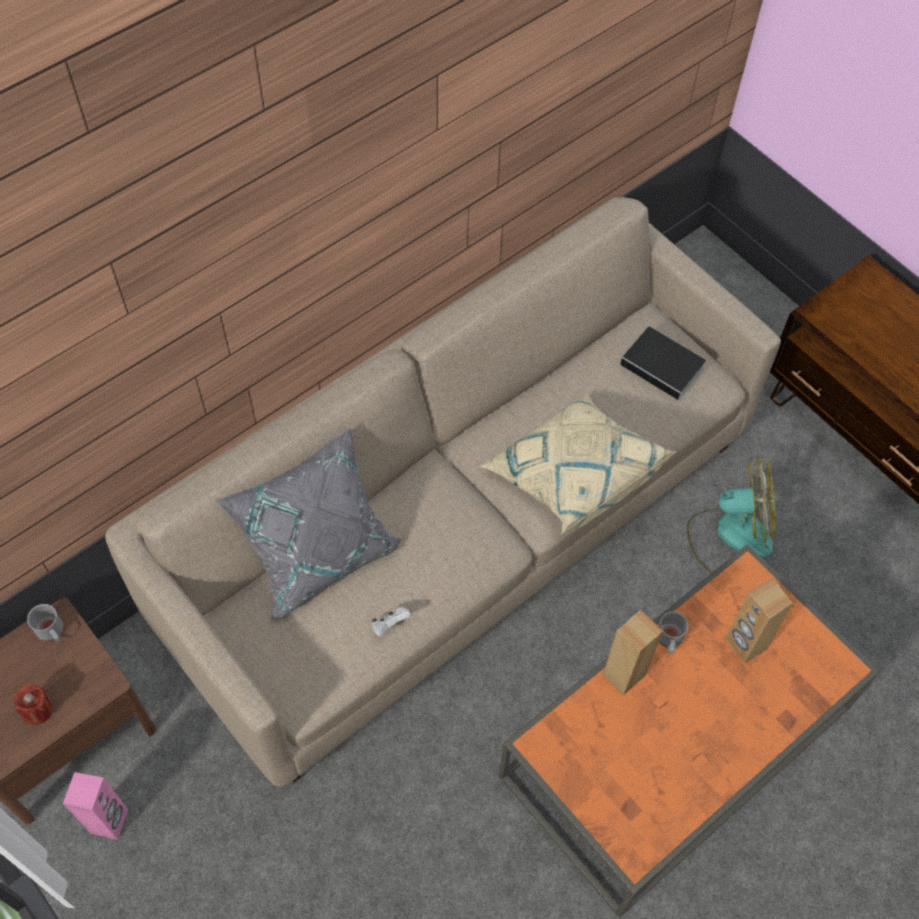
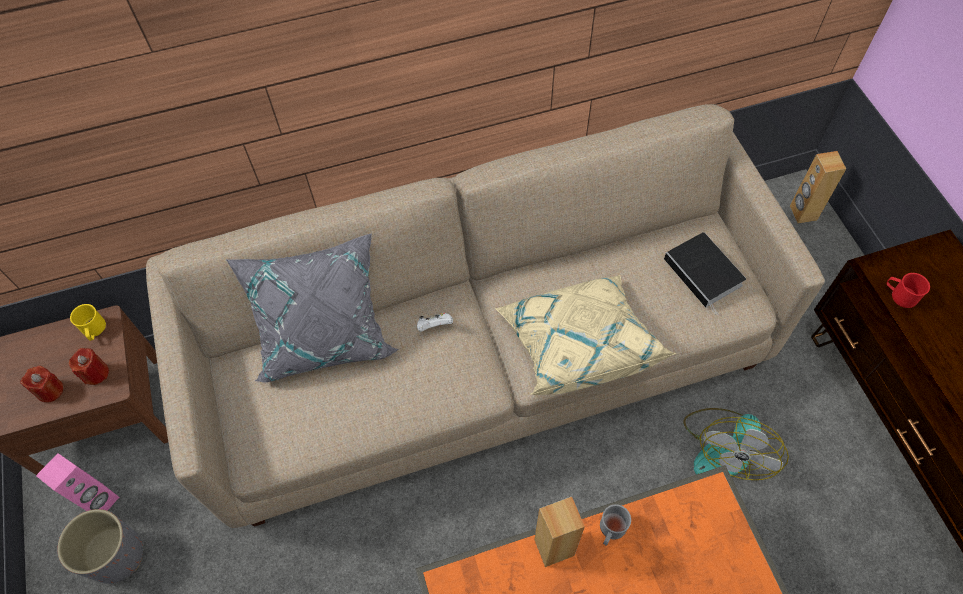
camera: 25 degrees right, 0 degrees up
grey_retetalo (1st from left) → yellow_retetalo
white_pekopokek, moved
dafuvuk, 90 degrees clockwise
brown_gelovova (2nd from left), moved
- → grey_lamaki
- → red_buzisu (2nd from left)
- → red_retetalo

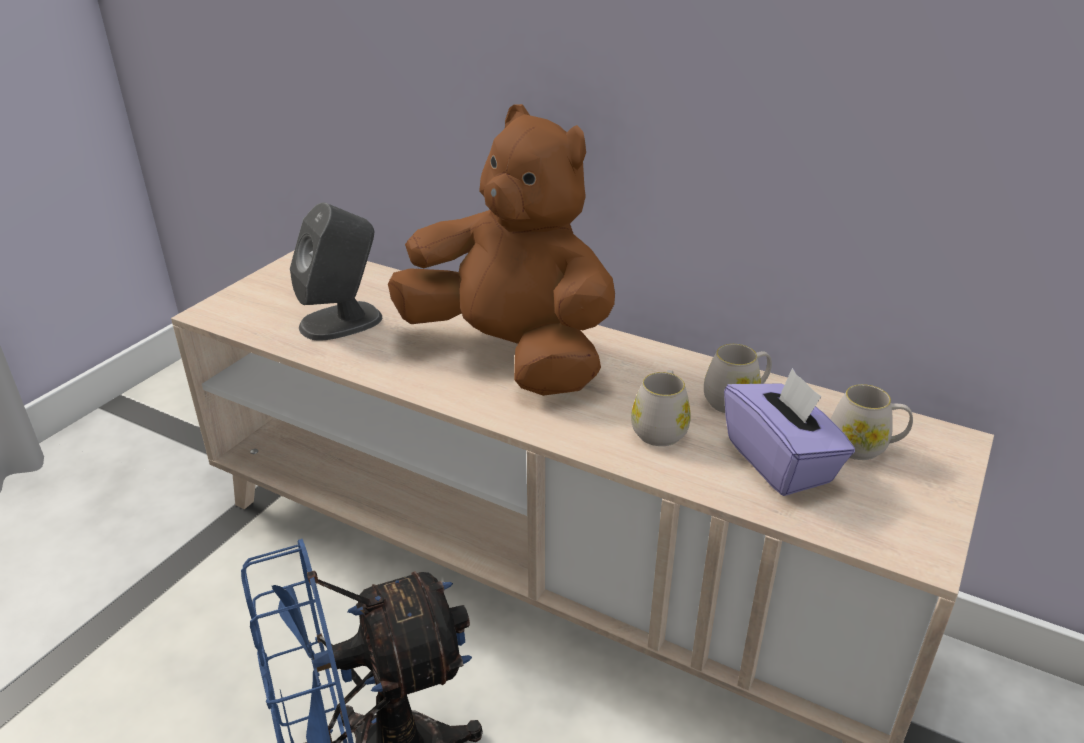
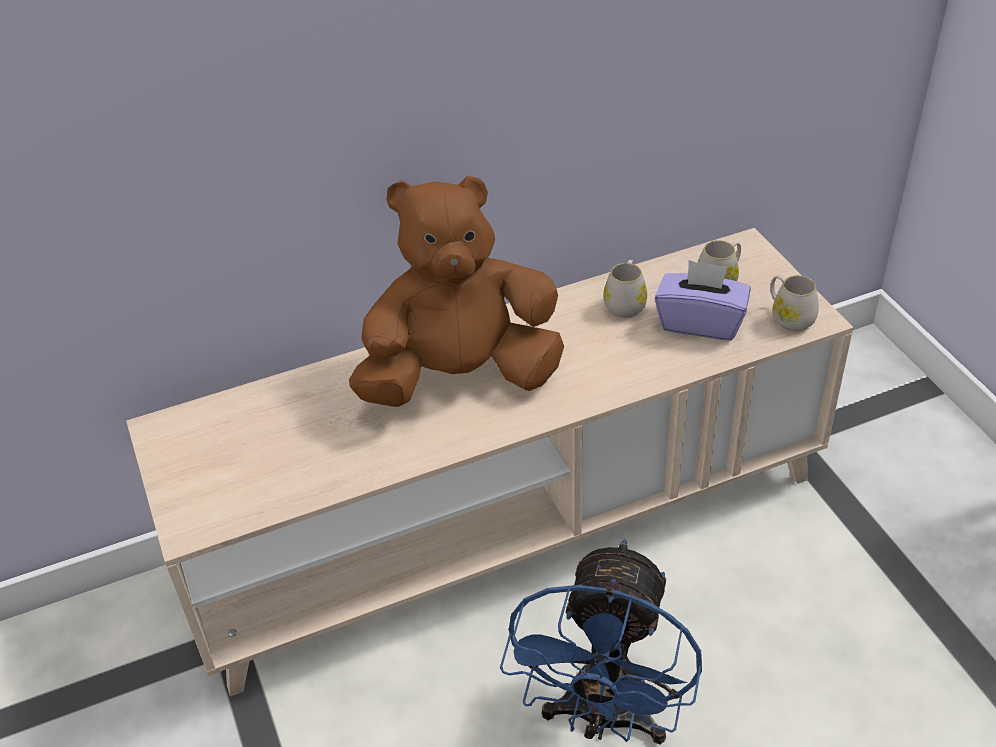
camera: 50 degrees left, 10 degrees up
grey_gelovova → -
white_retetalo (1st from left in the first image) → white_retetalo (3rd from left), moved

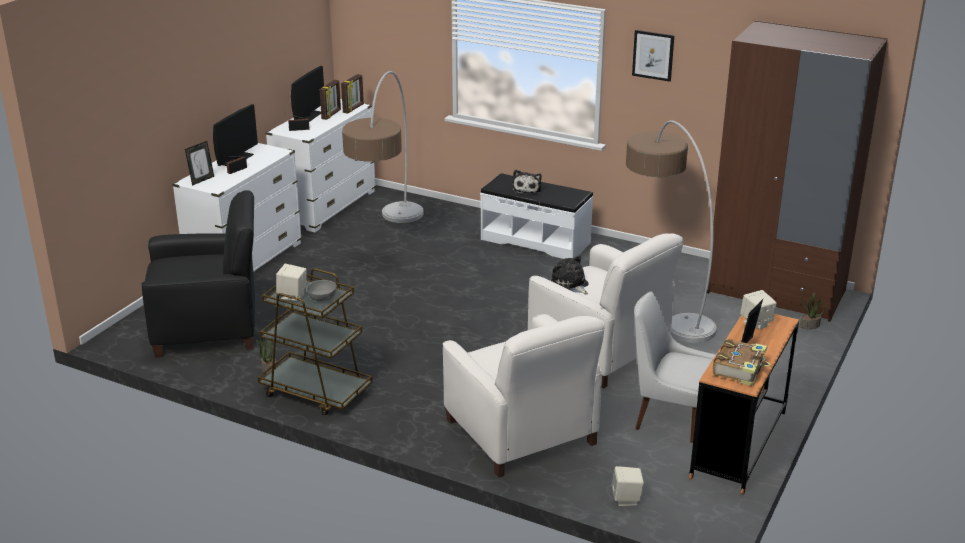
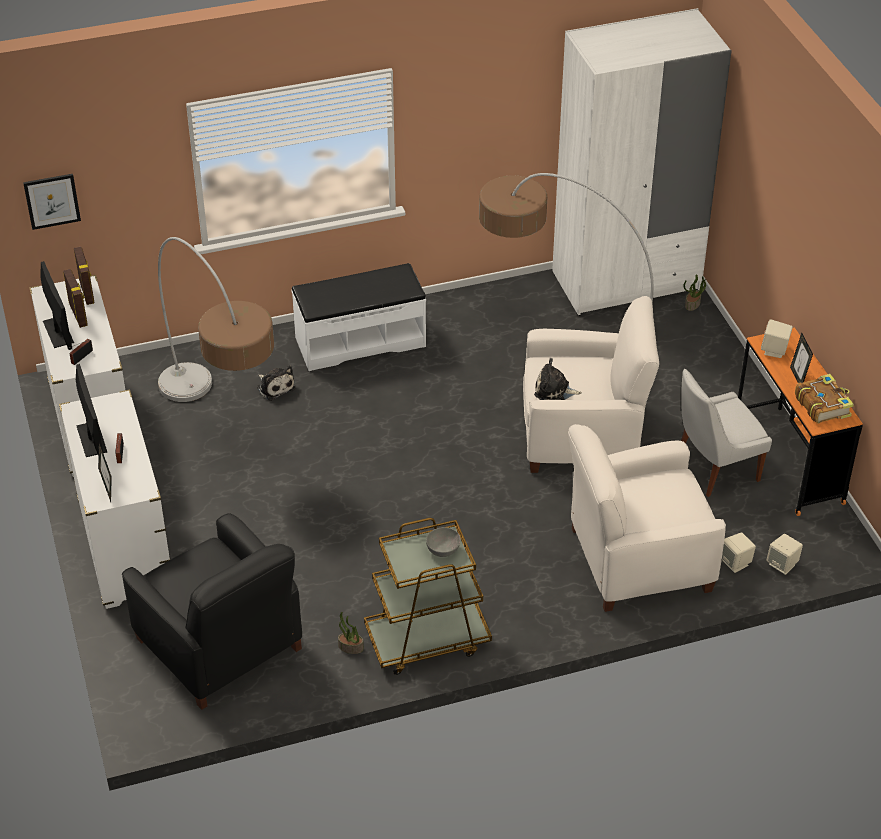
camera: 45 degrees left, 15 degrees up
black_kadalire, 105 degrees clockwise
beige_gelovova (1st from left), moved
white_kadalire (1st from left in the first image) → white_kadalire (2nd from left), 150 degrees clockwise
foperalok (1st from left), moved
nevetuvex, moved
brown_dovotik → white_dovotik

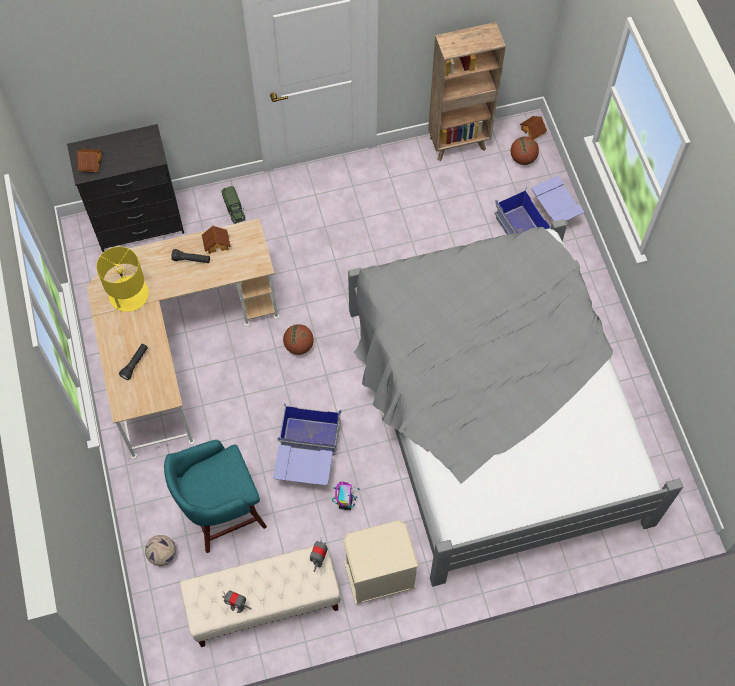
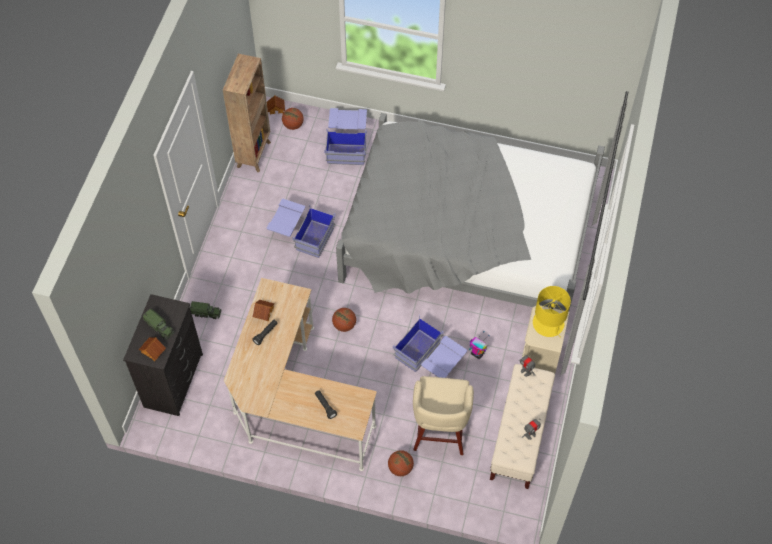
camera: 60 degrees left, 5 degrees down
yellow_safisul, moved
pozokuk → -
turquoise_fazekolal → beige_fazekolal
- → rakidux (1st from left)
- → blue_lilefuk (1st from left)
- → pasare (3rd from left)

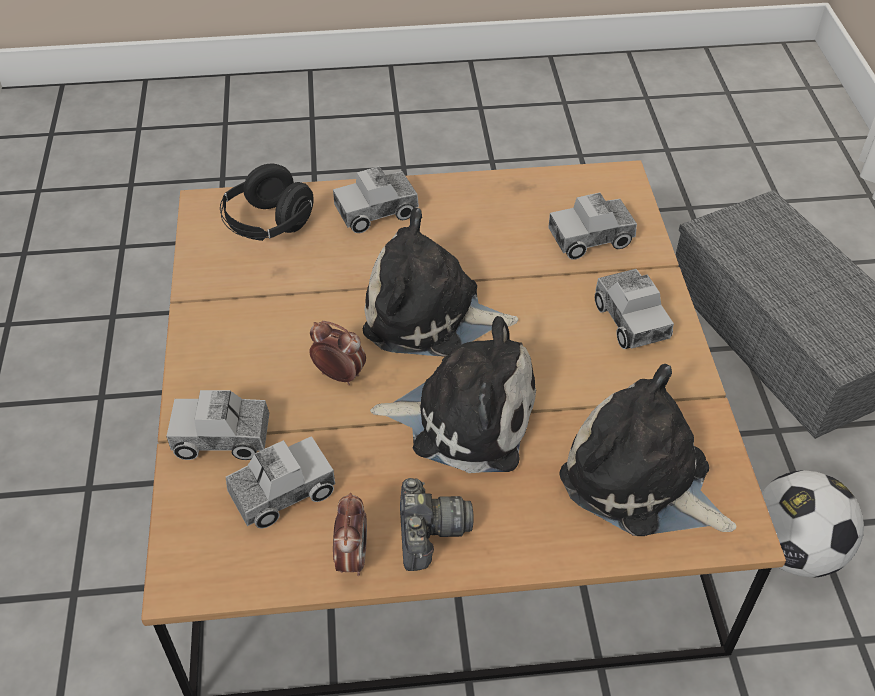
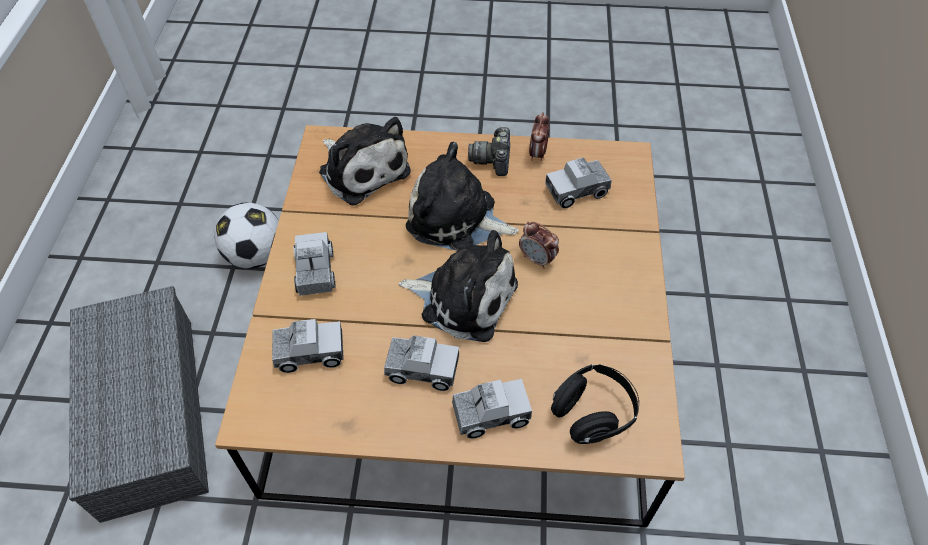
camera: 170 degrees left, 5 degrees up
rakidux (1st from left in the first image) → rakidux (3rd from left), moved

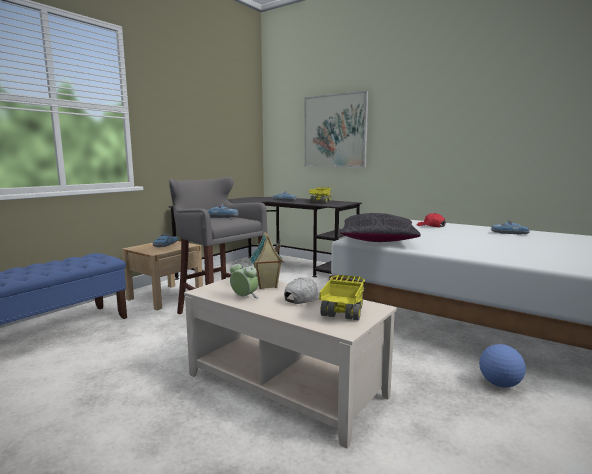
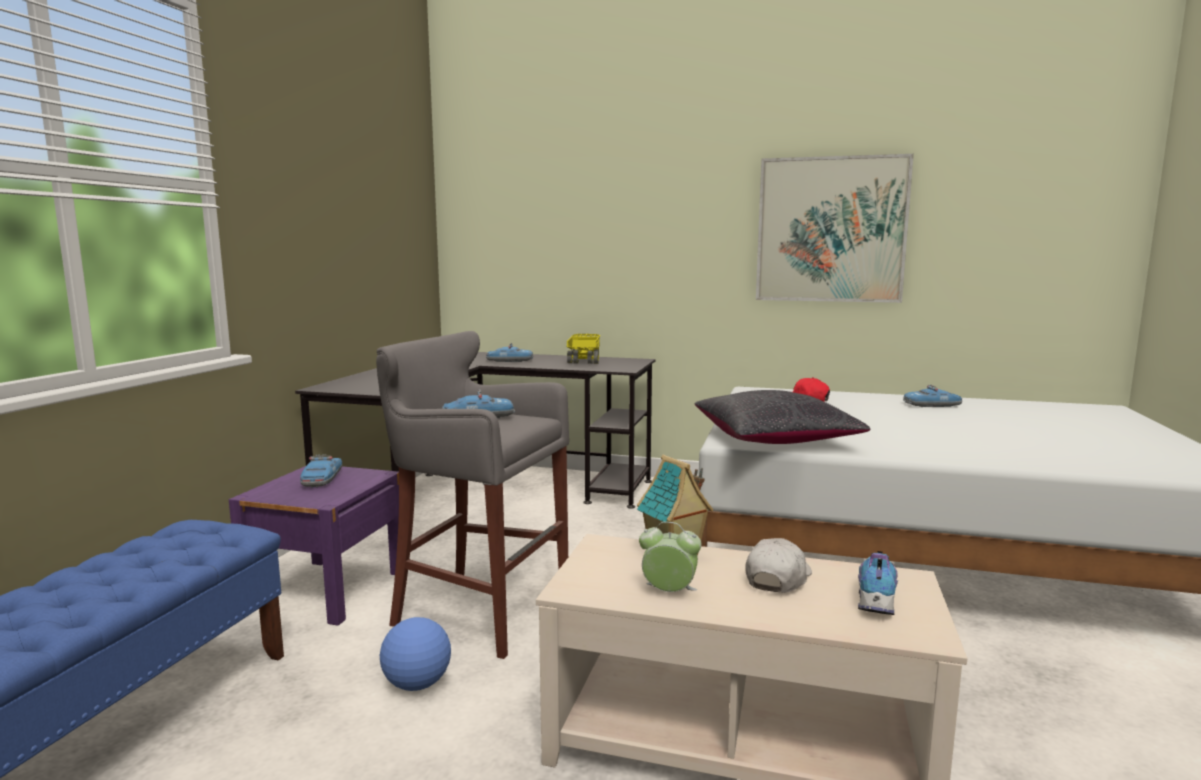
camera: 20 degrees left, 0 degrees up
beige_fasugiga → purple_fasugiga
nevetuvex, moved
rakidux (2nd from left) → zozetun
pozokuk, moved

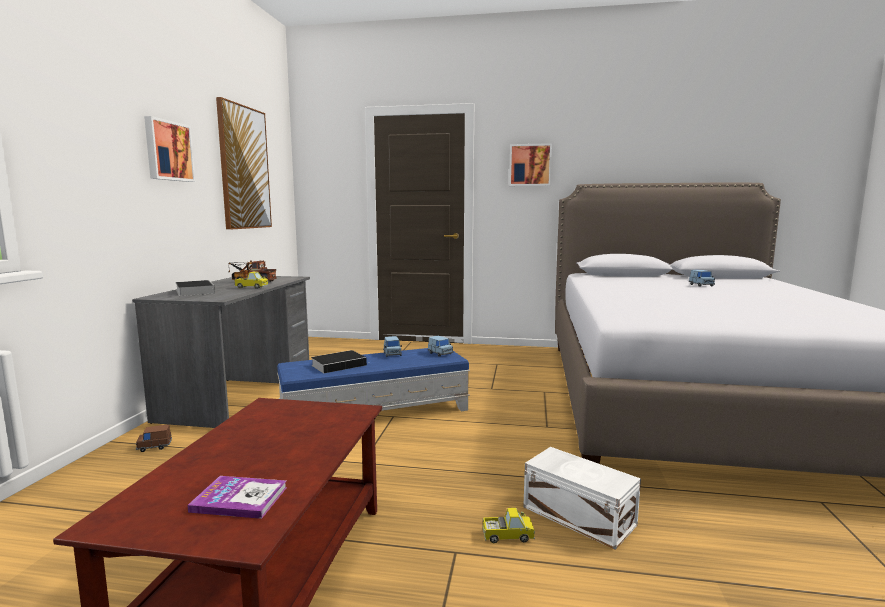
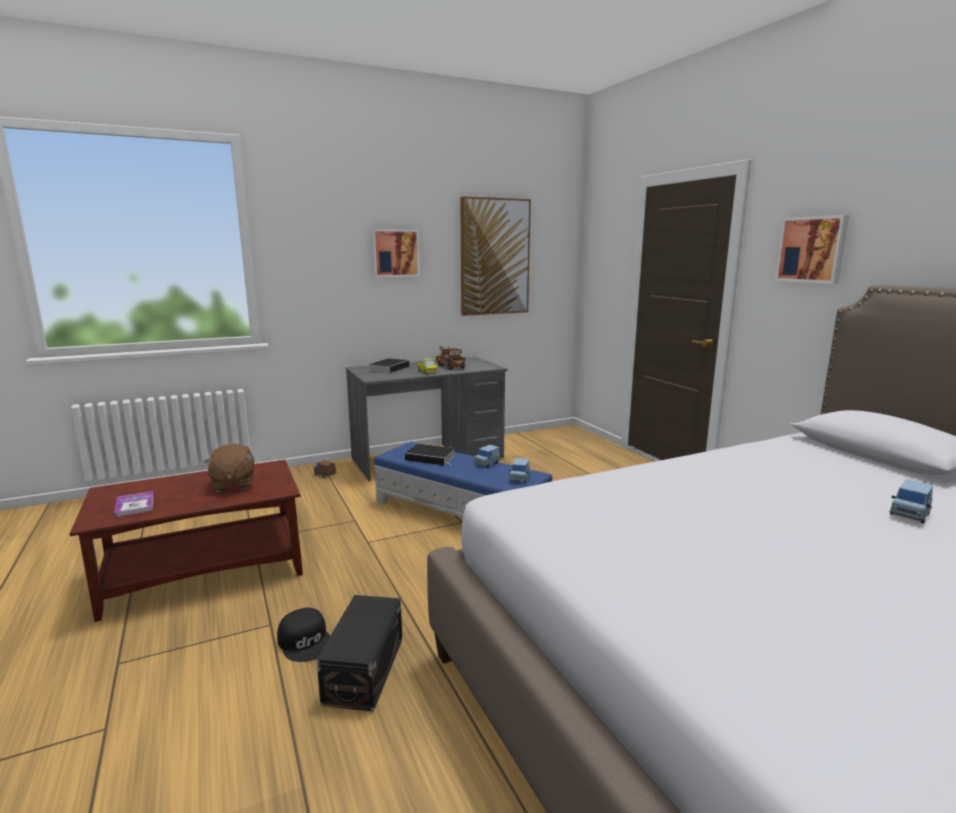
camera: 55 degrees right, 5 degrees up
rakidux (3rd from left) → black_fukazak
white_lilefuk → black_lilefuk
- → brown_foperalok

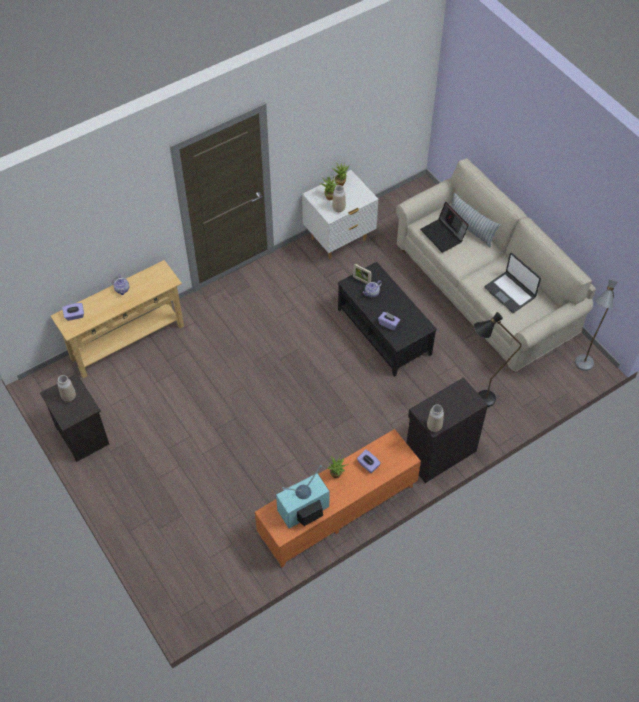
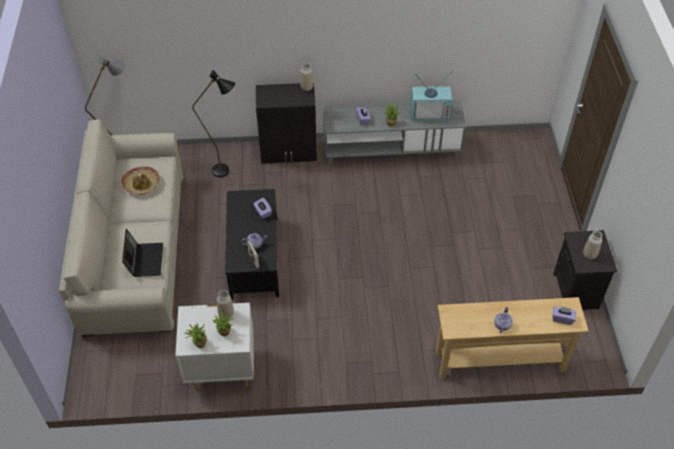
camera: 150 degrees left, 5 degrees down
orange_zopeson → grey_zopeson
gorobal → -
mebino (2nd from left) → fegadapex

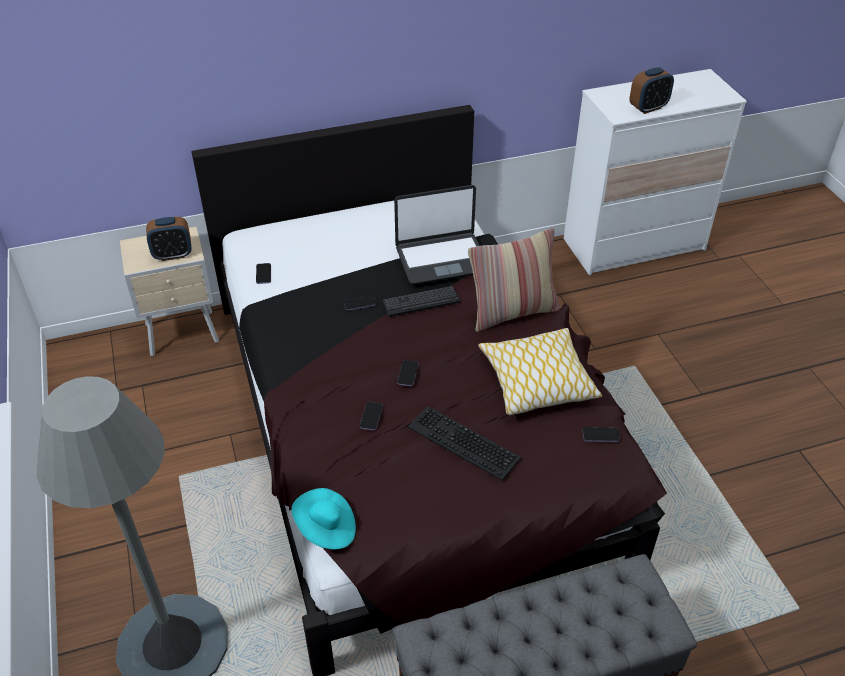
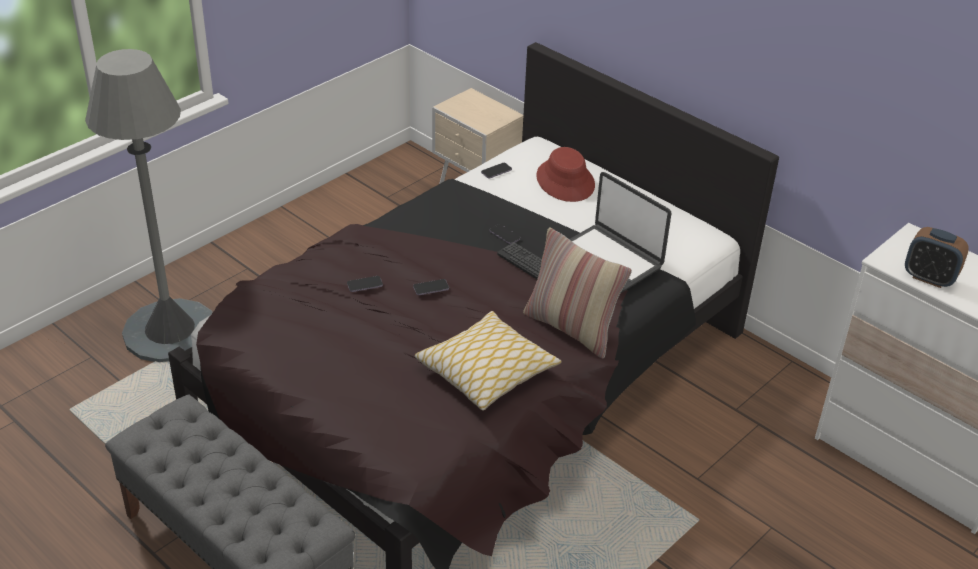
camera: 60 degrees right, 5 degrees down
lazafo (1st from left) → -
turquoise_fegadapex → -
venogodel (2nd from left) → -
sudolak (5th from left) → -
- → red_fegadapex

